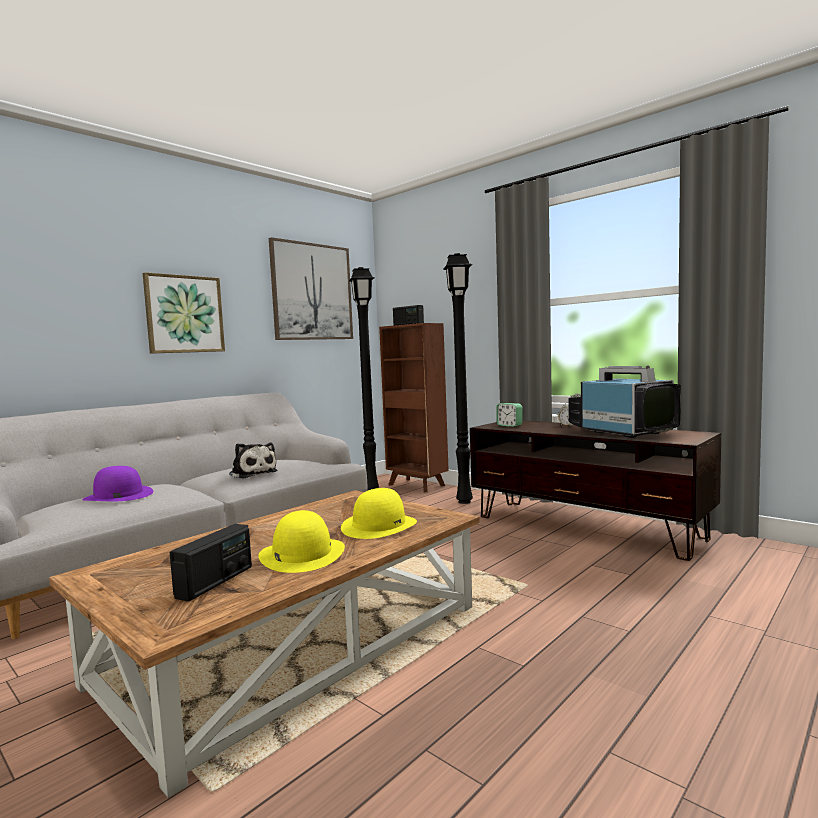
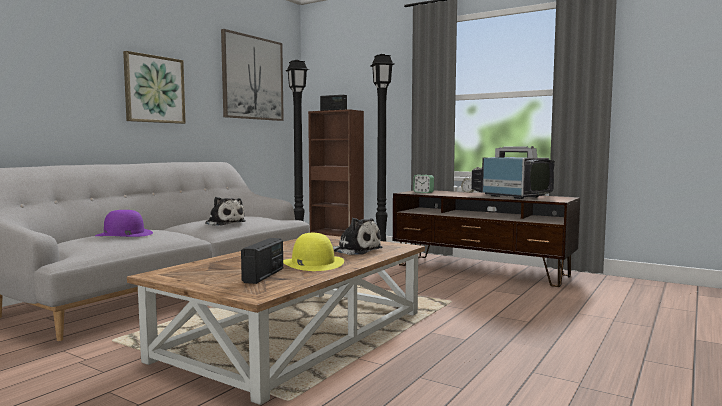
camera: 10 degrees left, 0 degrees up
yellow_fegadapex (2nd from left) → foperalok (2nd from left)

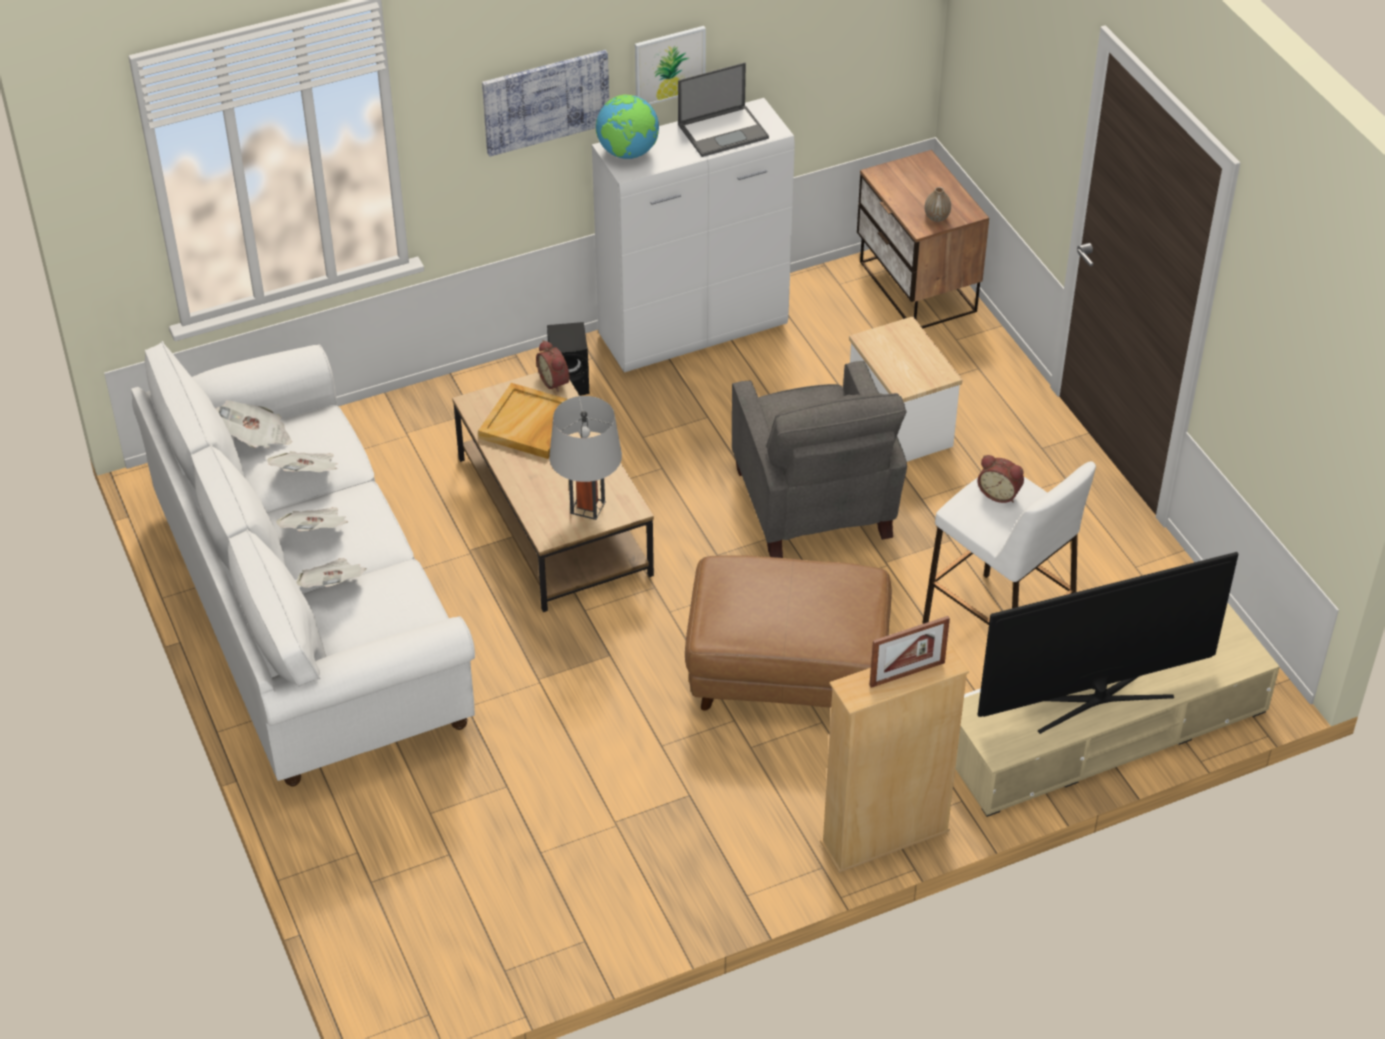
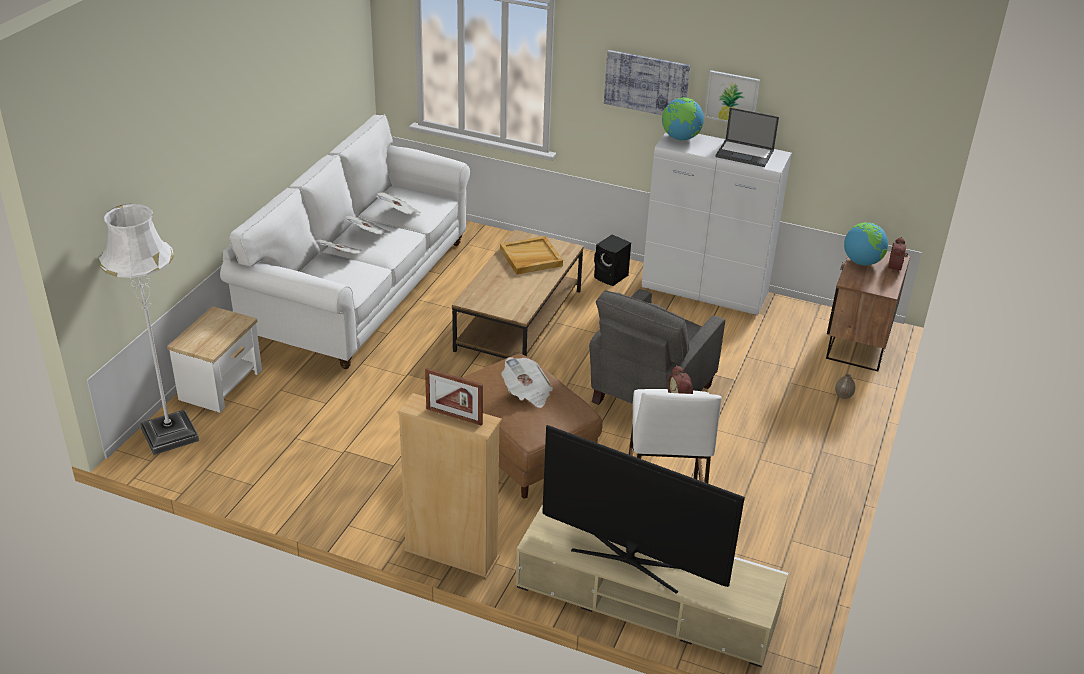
camera: 45 degrees right, 10 degrees down
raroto (1st from left in the first image) → raroto (4th from left), moved
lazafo (1st from left in the first image) → lazafo (2nd from left), moved
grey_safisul → -
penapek, moved
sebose, moved
- → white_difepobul
- → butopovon (2nd from left)

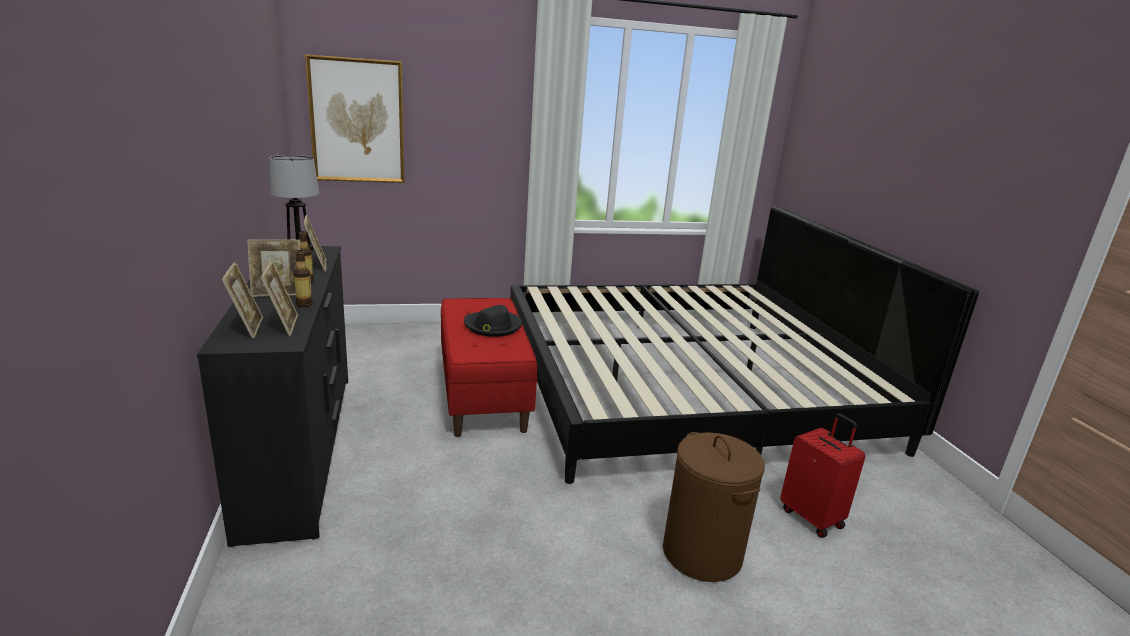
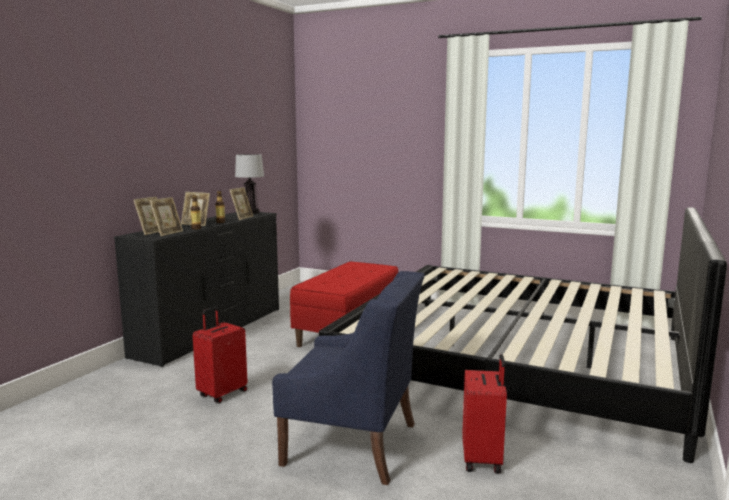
camera: 40 degrees right, 10 degrees down
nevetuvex → -
black_fegadapex → -
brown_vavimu → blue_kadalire
- → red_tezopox (1st from left)

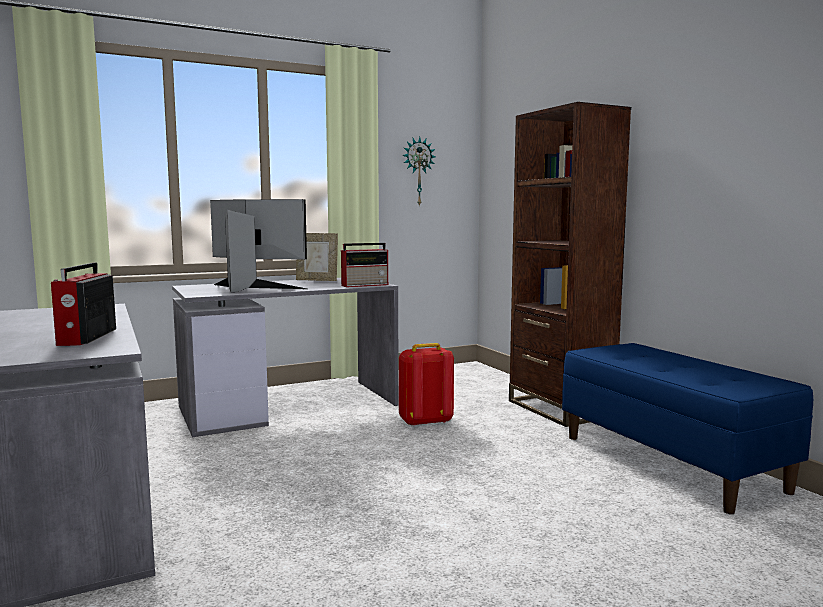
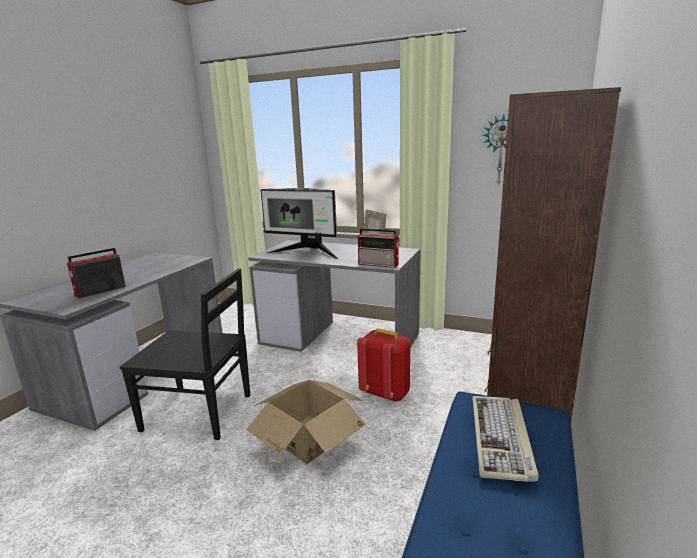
camera: 50 degrees right, 10 degrees up
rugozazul, 135 degrees clockwise
- → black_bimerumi
- → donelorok
- → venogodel

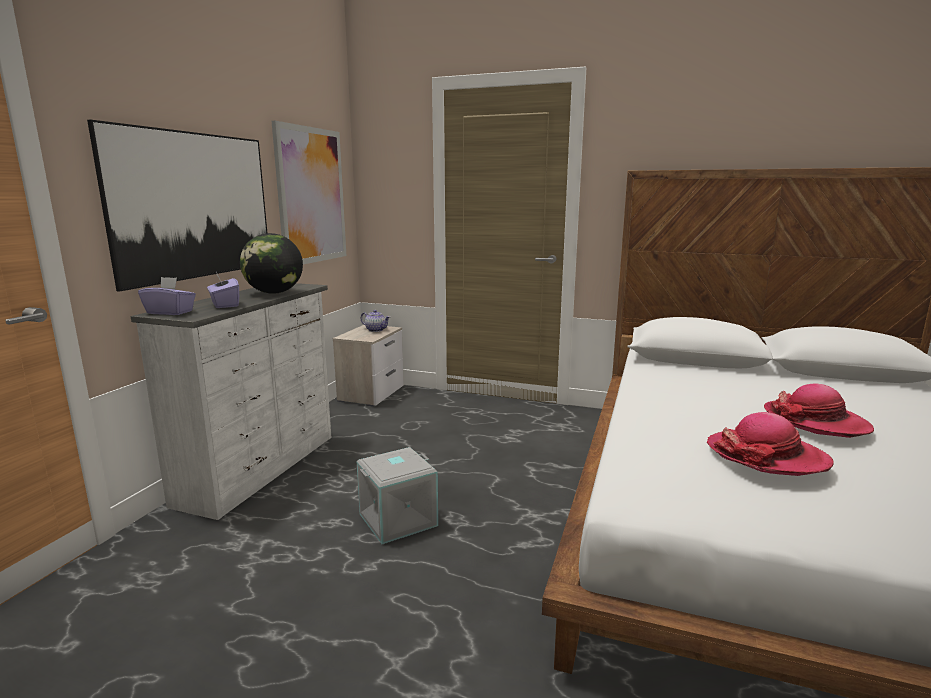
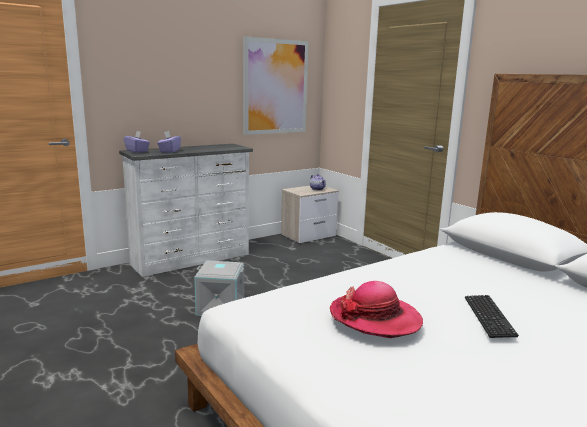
camera: 35 degrees right, 0 degrees up
nevetuvex (1st from left) → -
butopovon → -
fegadapex (2nd from left) → venogodel

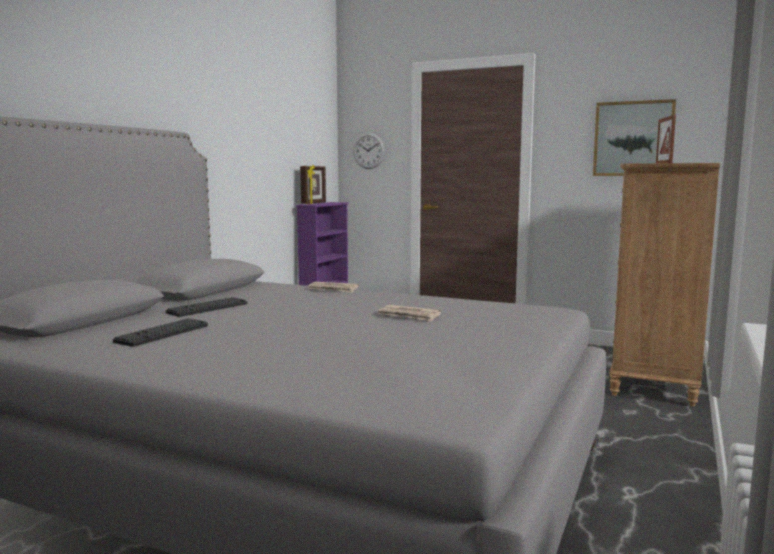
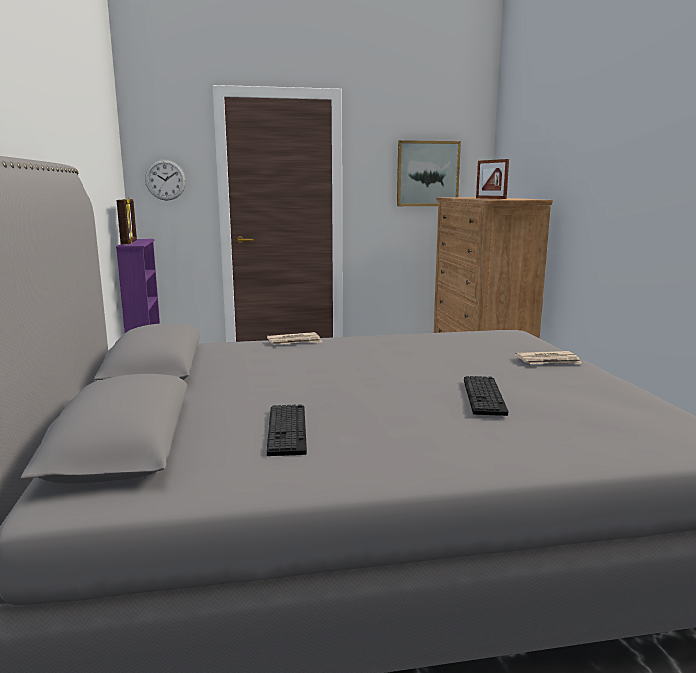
camera: 35 degrees left, 5 degrees up
venogodel (2nd from left), moved
raroto (2nd from left), moved

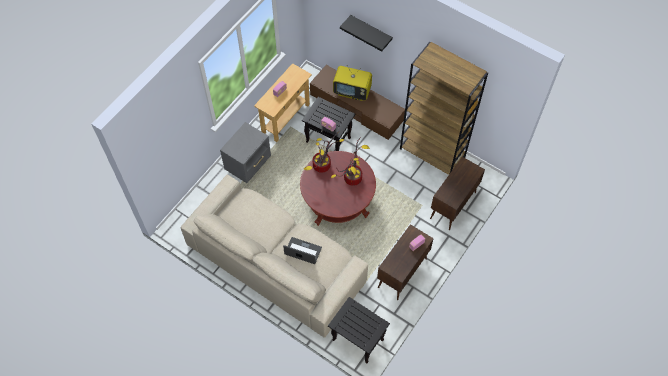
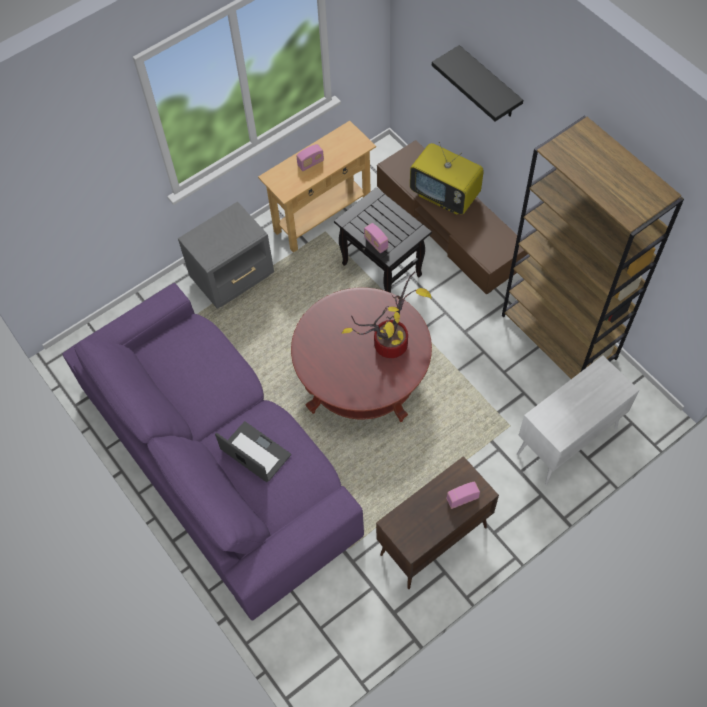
camera: 20 degrees right, 0 degrees up
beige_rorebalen → purple_rorebalen
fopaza (1st from left) → -
black_penapek (2nd from left) → -
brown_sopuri (2nd from left) → white_sopuri

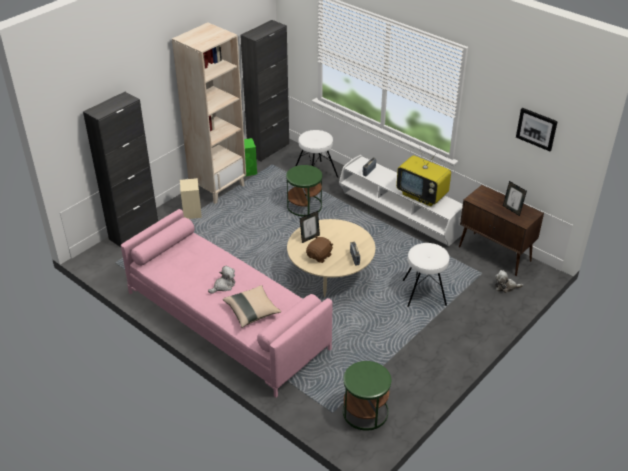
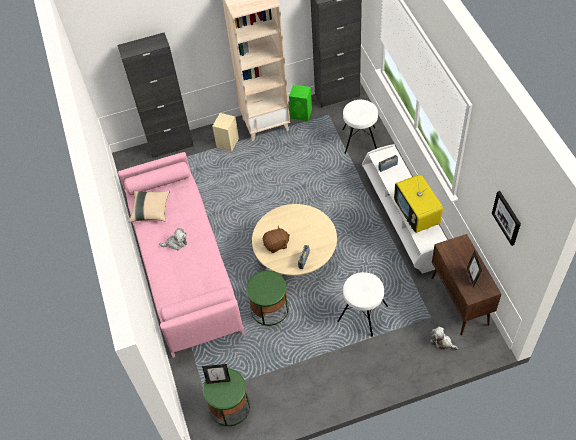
camera: 35 degrees right, 15 degrees up
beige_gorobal, moved
green_penapek (1st from left in the first image) → green_penapek (2nd from left), moved
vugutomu (1st from left), moved

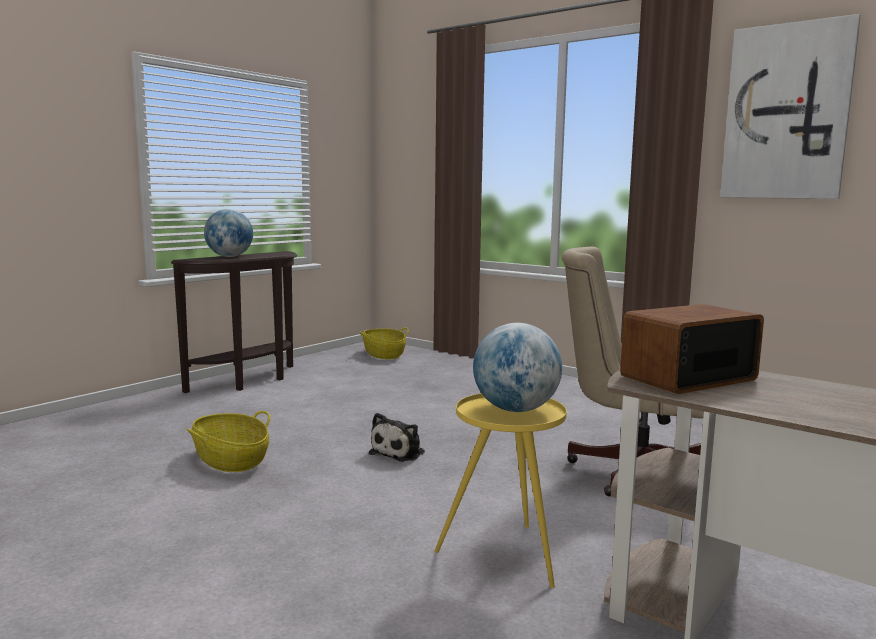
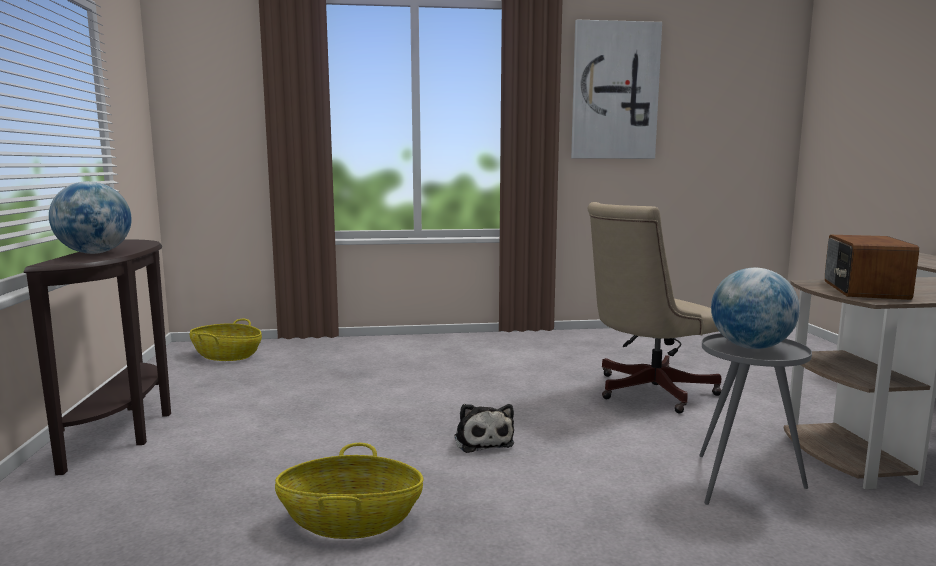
camera: 45 degrees left, 0 degrees up
yellow_penapek → grey_penapek

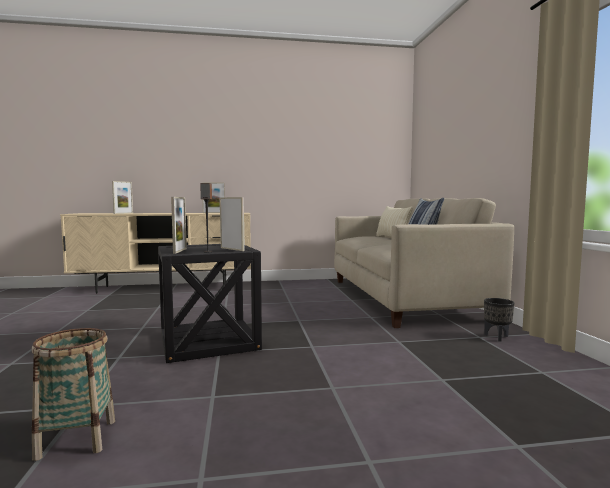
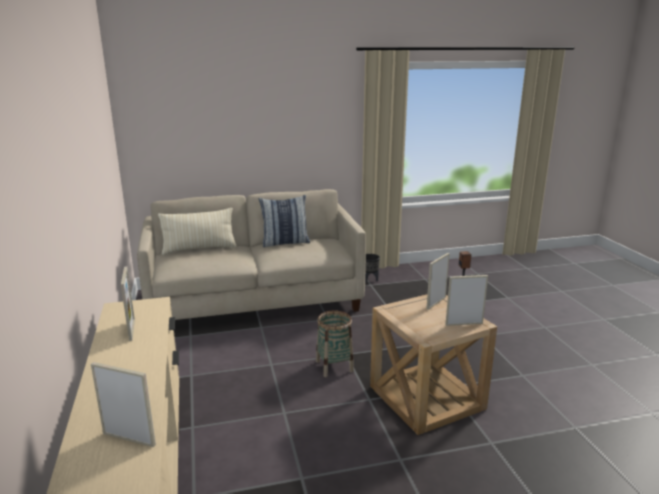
camera: 95 degrees left, 15 degrees up
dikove, moved
black_penapek → beige_penapek

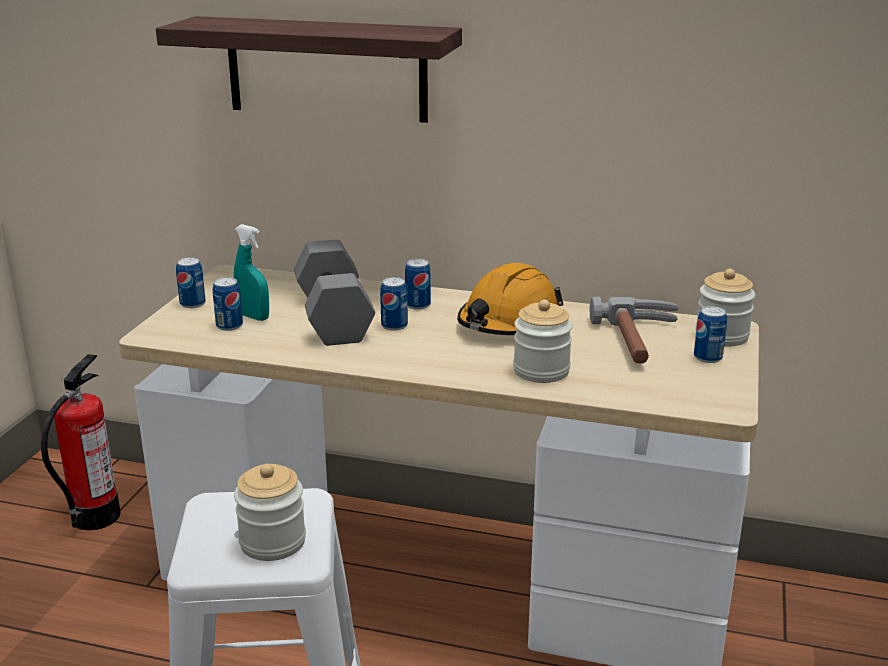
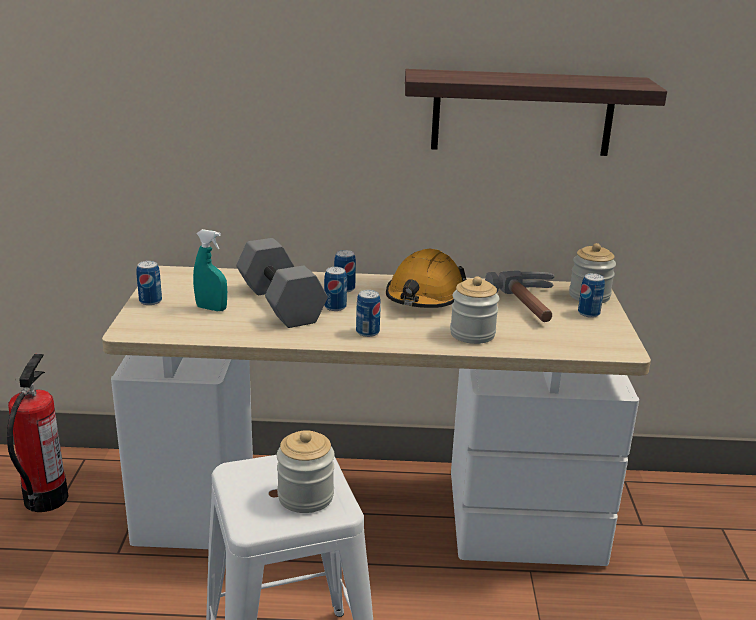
camera: 15 degrees left, 0 degrees up
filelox, moved
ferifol (2nd from left in the first image) → ferifol (4th from left), moved

